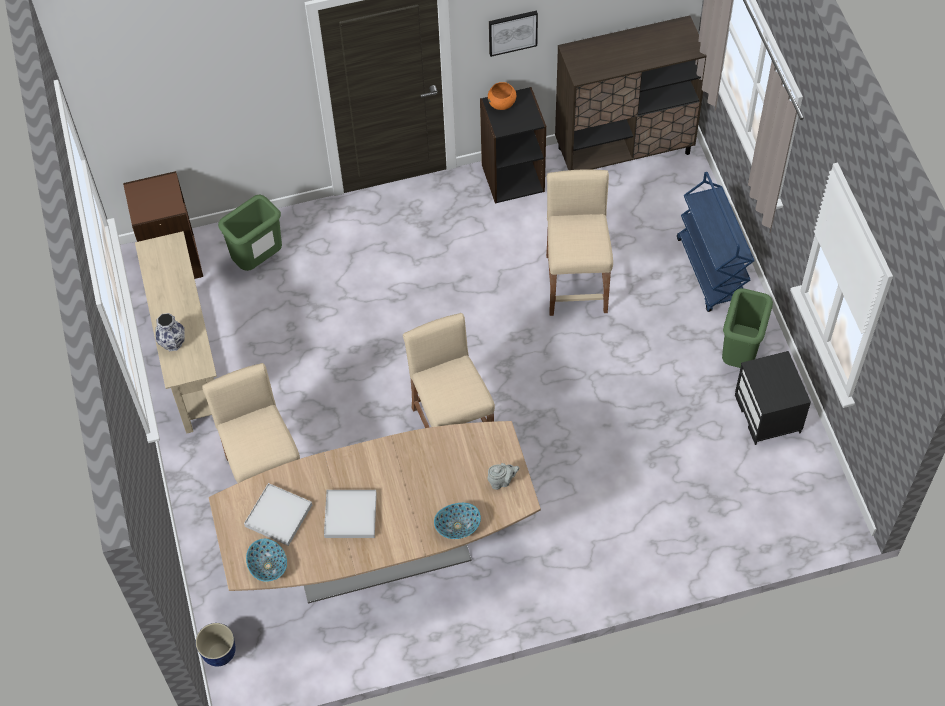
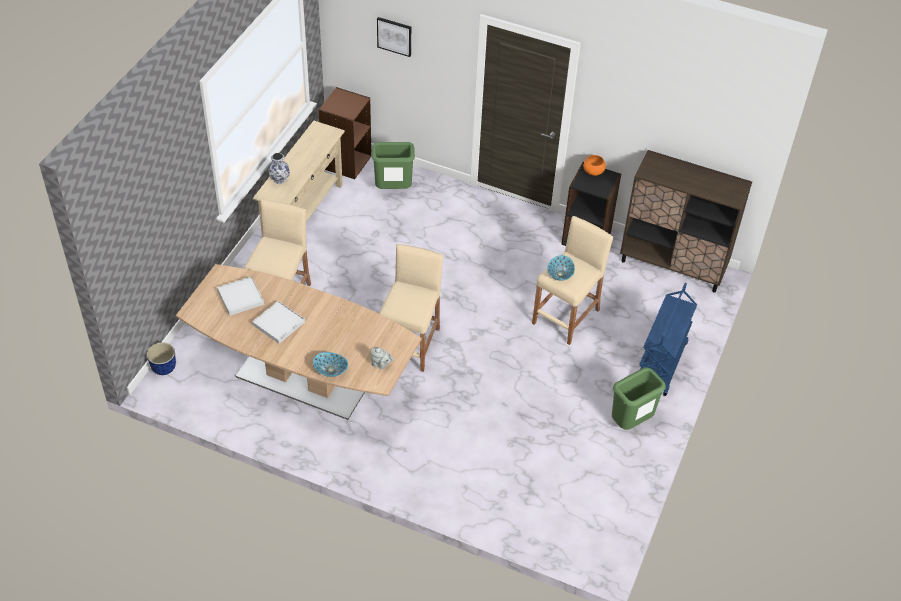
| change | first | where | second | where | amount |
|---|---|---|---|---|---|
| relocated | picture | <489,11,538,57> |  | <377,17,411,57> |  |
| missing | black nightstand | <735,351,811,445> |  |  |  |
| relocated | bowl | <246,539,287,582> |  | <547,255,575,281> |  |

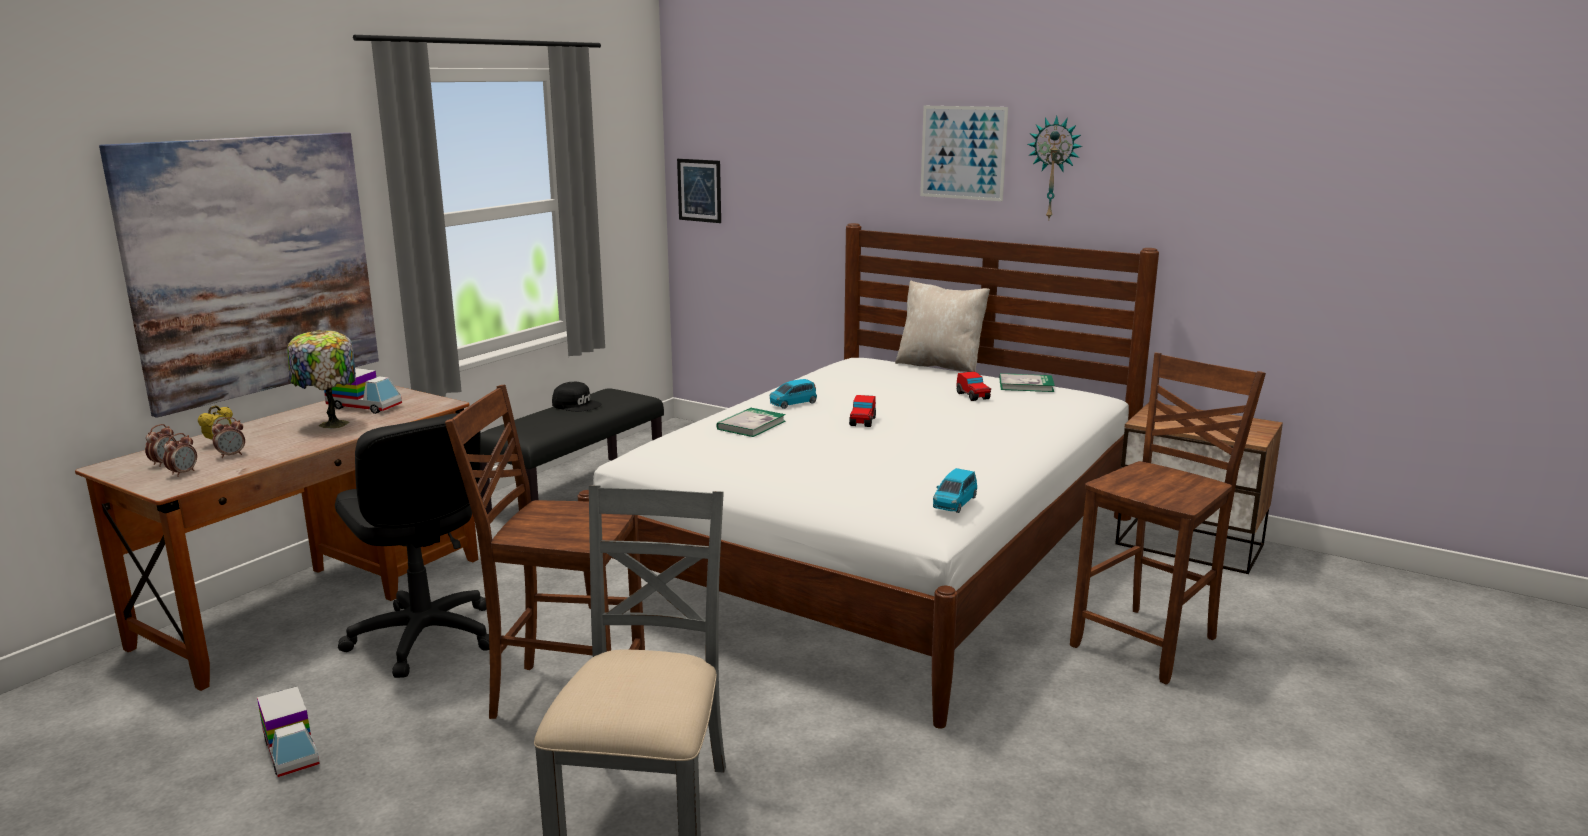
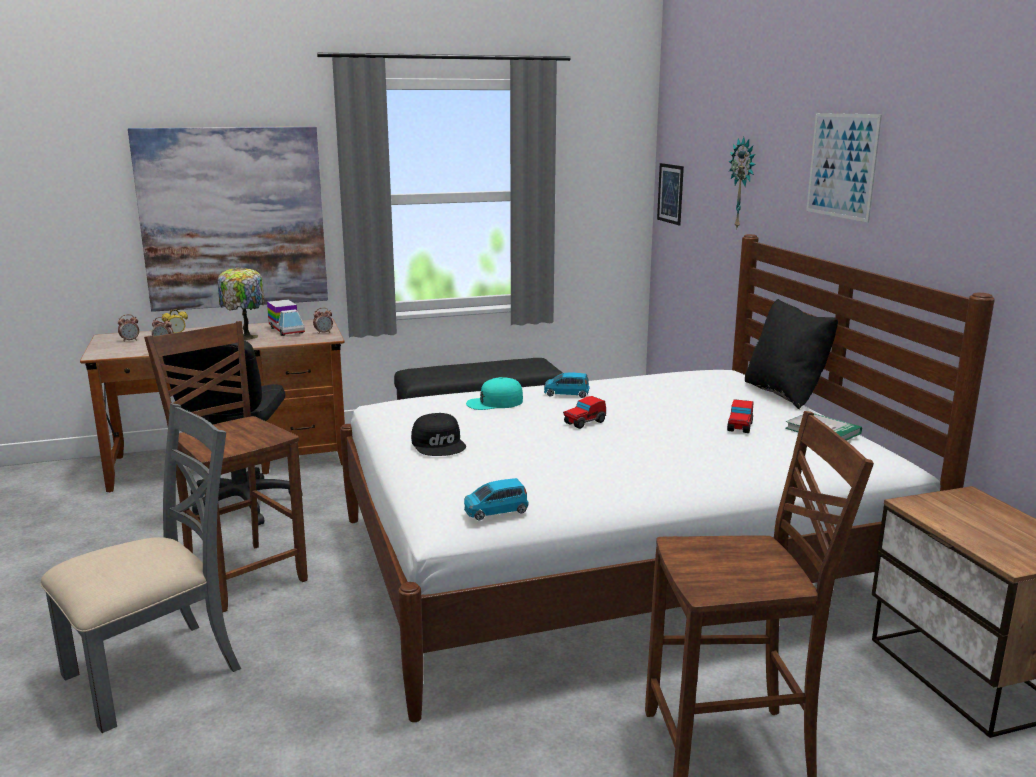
| change | first | where | second | where | amount |
|---|---|---|---|---|---|
| relocated | wall clock | <1027,116,1083,219> |  | <729,137,755,230> |  |
| colour | beige pillow | <895,280,990,372> | black pillow | <745,299,838,409> |  |
| relocated | black cap | <552,382,602,412> |  | <411,413,466,456> |  |
| exchanged | book | <716,408,786,437> | turquoise cap | <466,377,523,410> |  |
| relocated | alarm clock | <163,433,197,477> |  | <313,308,333,334> |  |
| missing | toy truck | <257,686,320,777> |  |  |  |

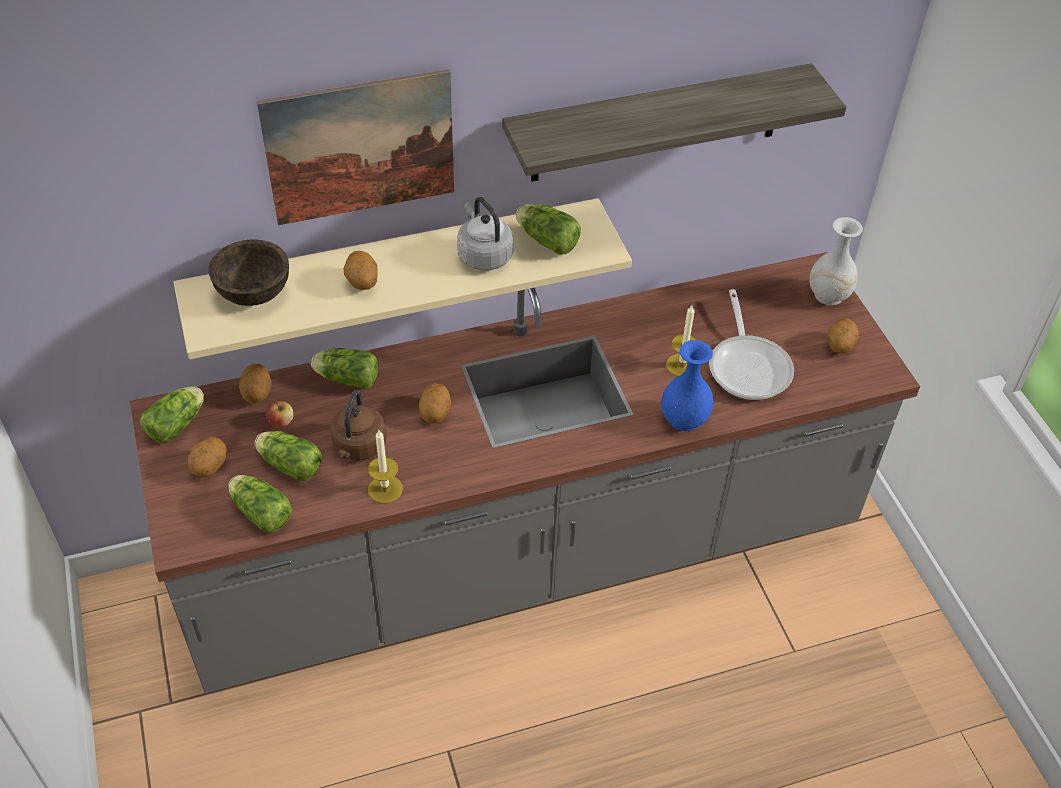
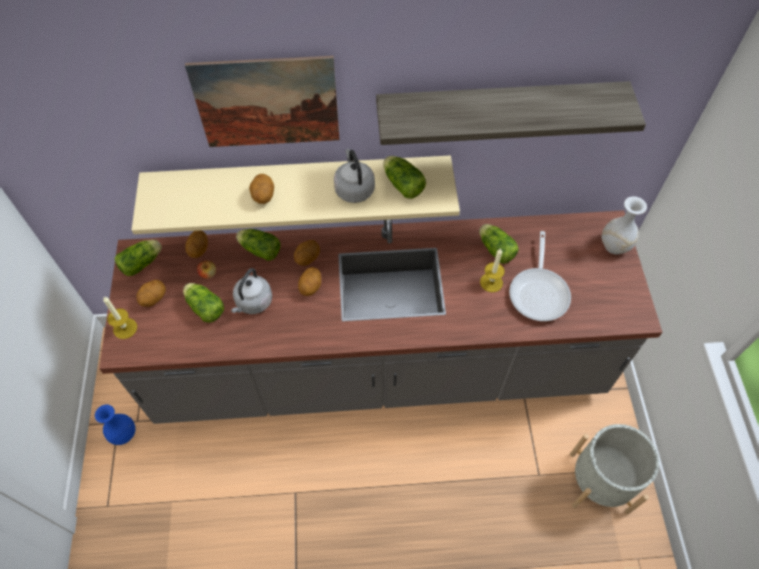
| change | first | where | second | where | amount |
|---|---|---|---|---|---|
| missing | brown bowl | <208,240,289,306> |  |  |  |
| relocated | potato | <827,318,859,354> |  | <294,240,320,266> |  |
| relocated | blue vase | <661,340,713,431> |  | <95,404,136,445> |  |
| colour | brown kettle | <330,390,387,461> | grey kettle | <231,268,272,314> |  |
| relocated | candle | <368,430,403,504> |  | <103,296,137,339> |  |
| relocated | lettuce | <229,475,292,533> |  | <479,224,519,264> |  |
| appeared |  |  | grey planter | <570,424,659,514> |  |

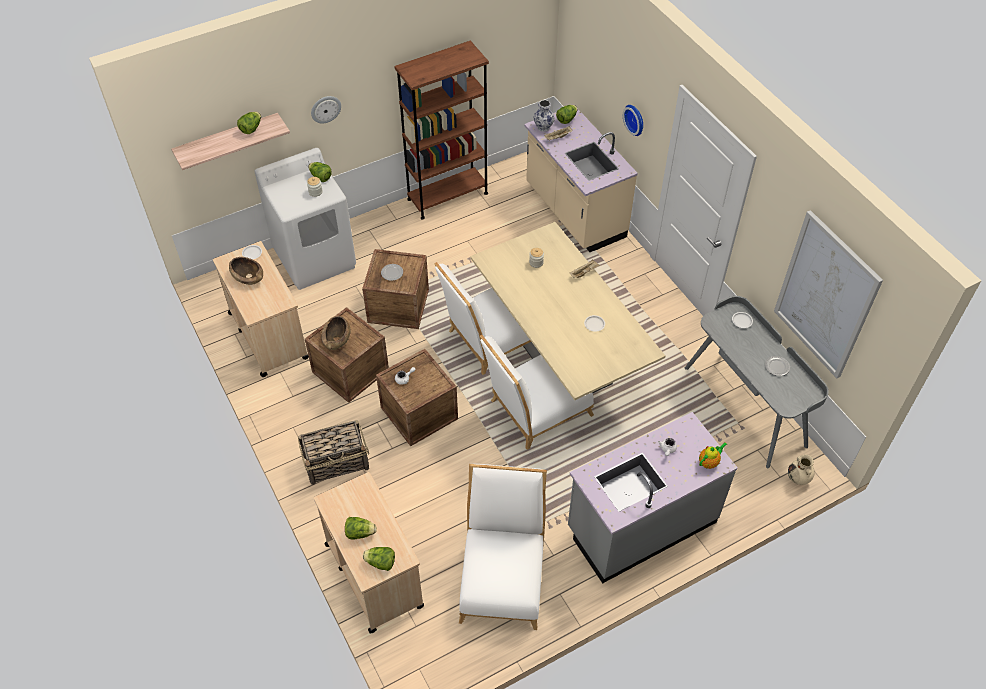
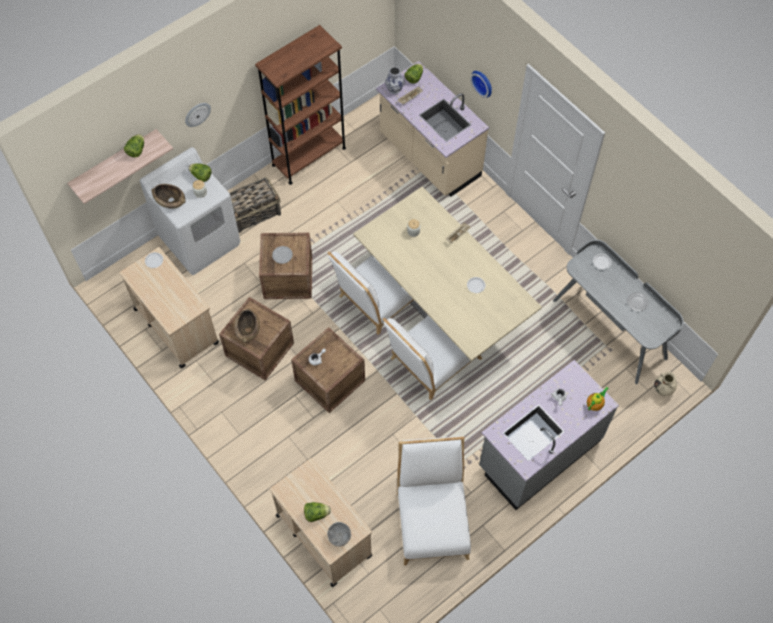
| change | first | where | second | where | amount |
|---|---|---|---|---|---|
| missing | picture | <774,210,883,378> |  |  |  |
| relocated | brown bowl | <229,257,263,285> |  | <151,184,186,209> |  |
| relocated | basket | <298,420,369,485> |  | <230,177,281,233> |  |
| exchanged | lettuce | <363,547,395,571> | grey bowl | <327,522,351,547> |  |

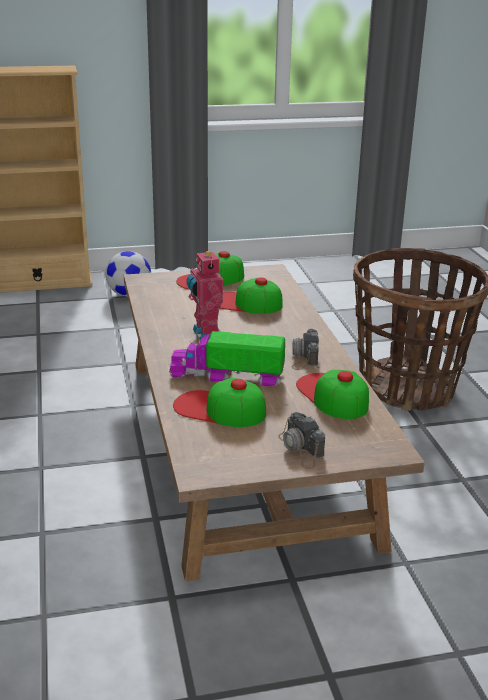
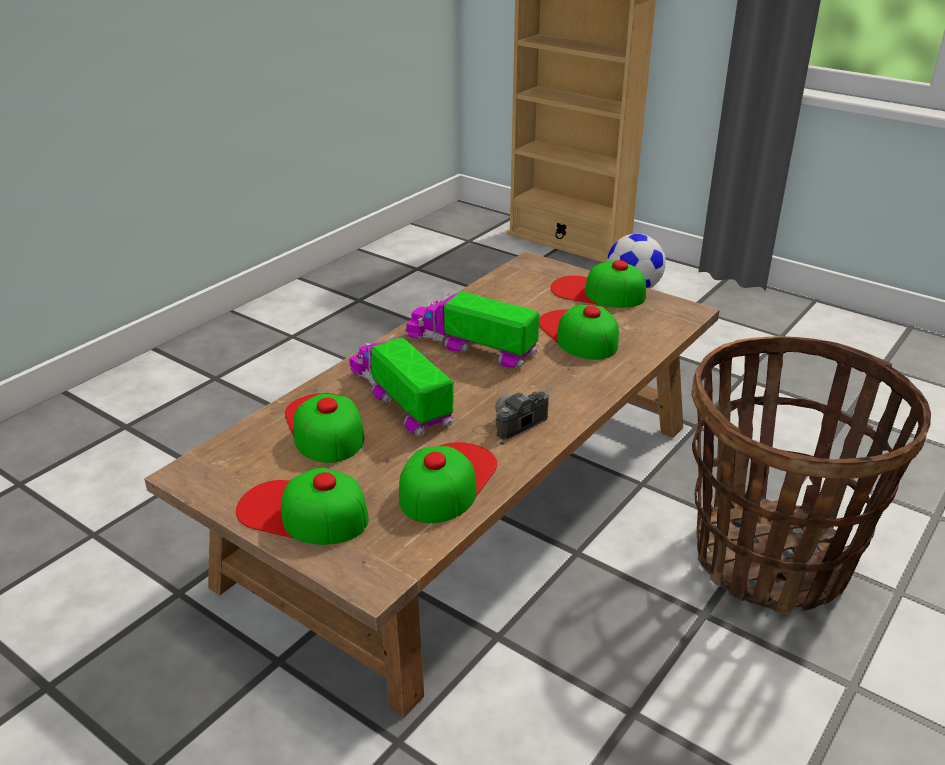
| change | first | where | second | where | amount |
|---|---|---|---|---|---|
| exchanged | toy robot | <187,249,223,341> | toy truck | <405,291,539,368> |  |
| exchanged | photo camera | <278,412,325,469> | cap | <236,467,369,545> |  |

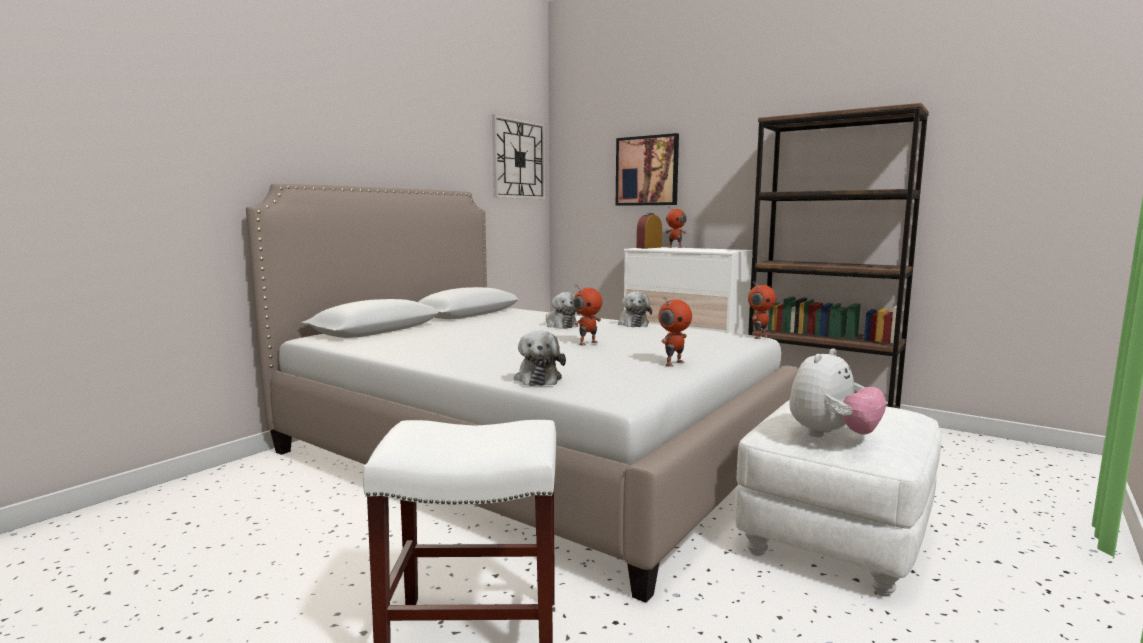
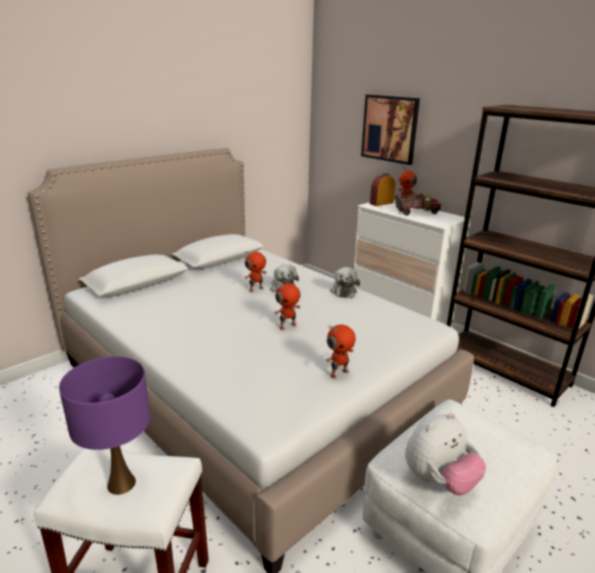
| change | first | where | second | where | amount |
|---|---|---|---|---|---|
| missing | wall clock | <492,115,545,199> |  |  |  |
| relocated | toy robot | <748,282,776,339> |  | <245,252,266,292> |  |
| missing | plush toy | <514,330,566,386> |  |  |  |
| appeared |  |  | toy truck | <395,193,441,215> |  |
| appeared |  |  | purple table lamp | <59,356,150,495> |  |

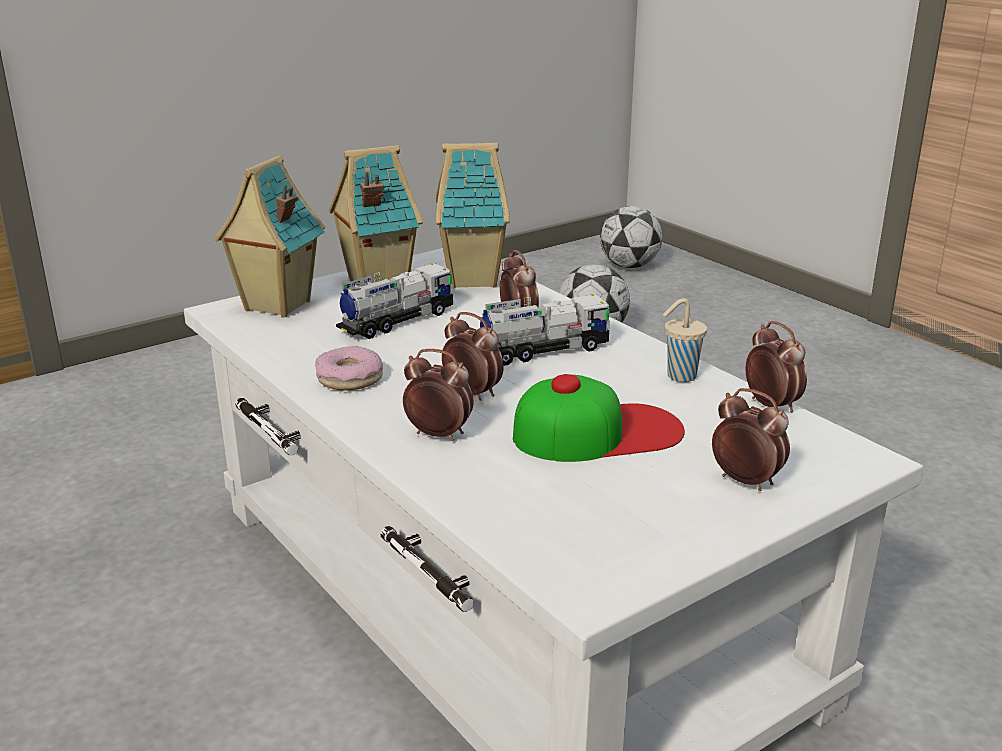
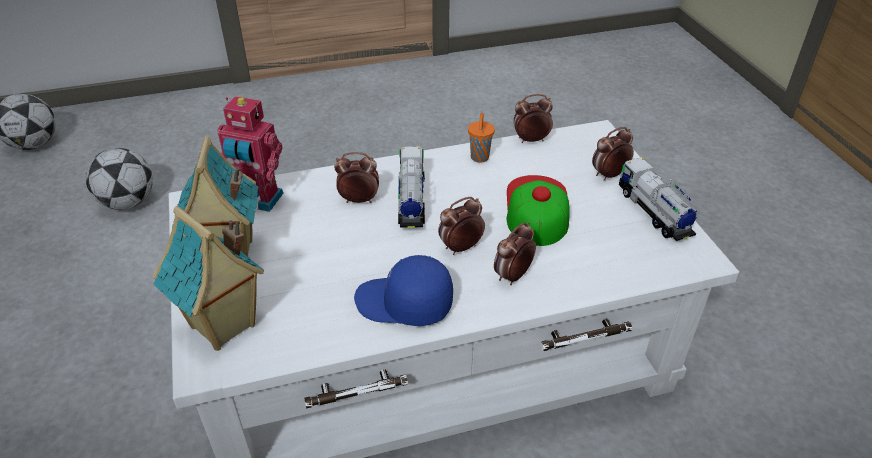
| change | first | where | second | where | amount |
|---|---|---|---|---|---|
| exchanged | toy house | <436,143,510,288> | toy robot | <218,96,284,212> |  |
| relocated | toy truck | <336,263,453,339> |  | <619,157,697,241> |  |
| colour | beige cup | <663,298,707,382> | orange cup | <468,113,495,163> |  |
| exchanged | donut | <315,346,383,391> | blue cap | <354,255,453,326> |  |

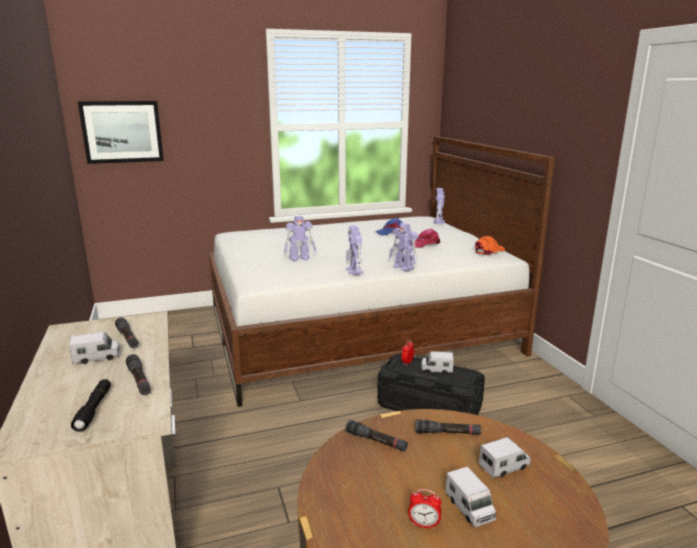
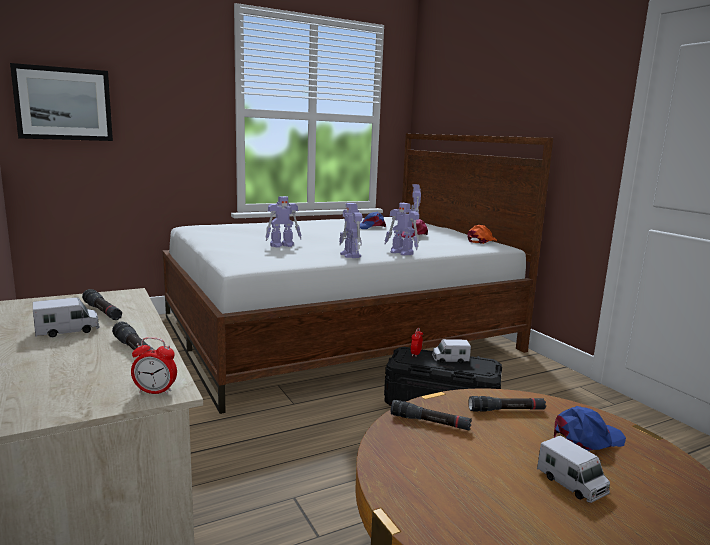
| change | first | where | second | where | amount |
|---|---|---|---|---|---|
| missing | black flashlight | <71,379,111,432> |  |  |  |
| exchanged | toy truck | <479,437,531,479> | blue cap | <554,406,626,451> |  |
| relocated | alarm clock | <408,489,441,529> |  | <131,337,177,395> |  |

